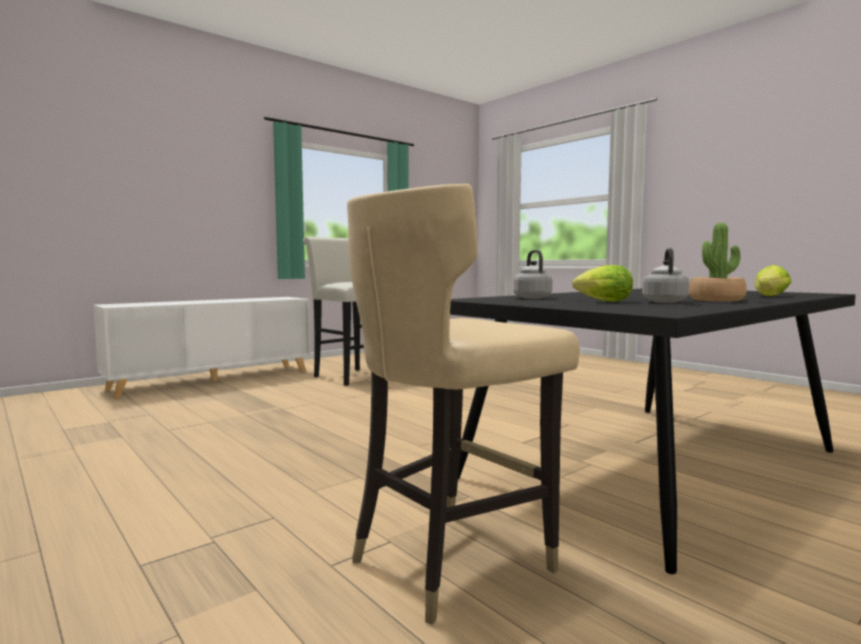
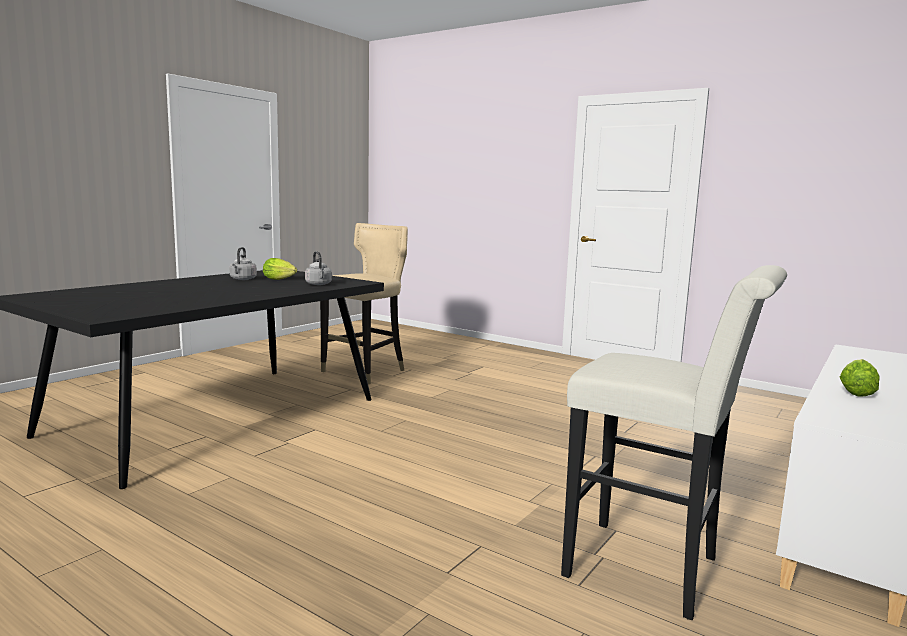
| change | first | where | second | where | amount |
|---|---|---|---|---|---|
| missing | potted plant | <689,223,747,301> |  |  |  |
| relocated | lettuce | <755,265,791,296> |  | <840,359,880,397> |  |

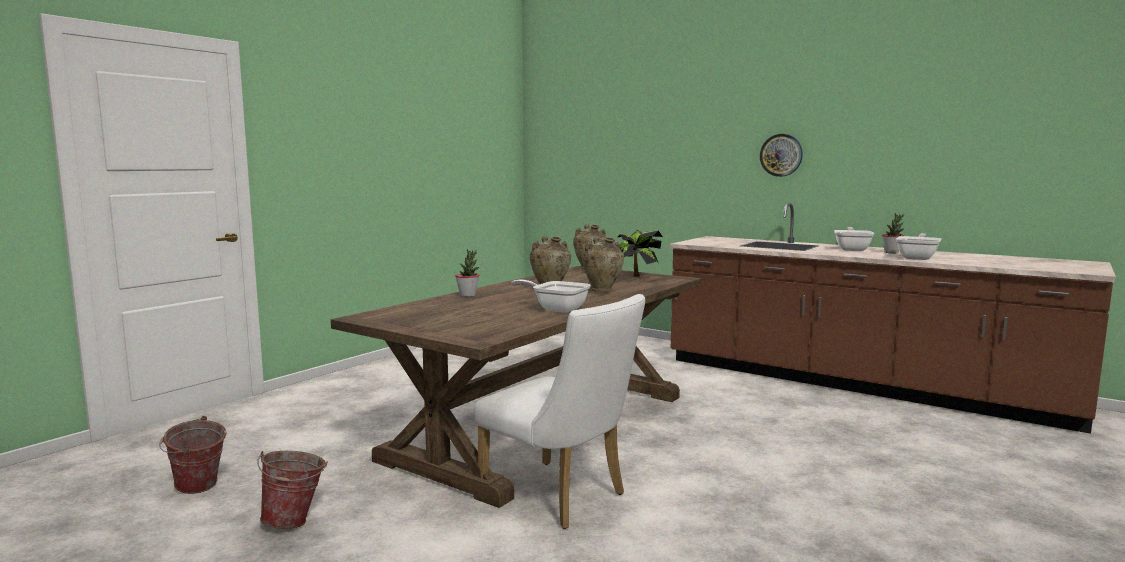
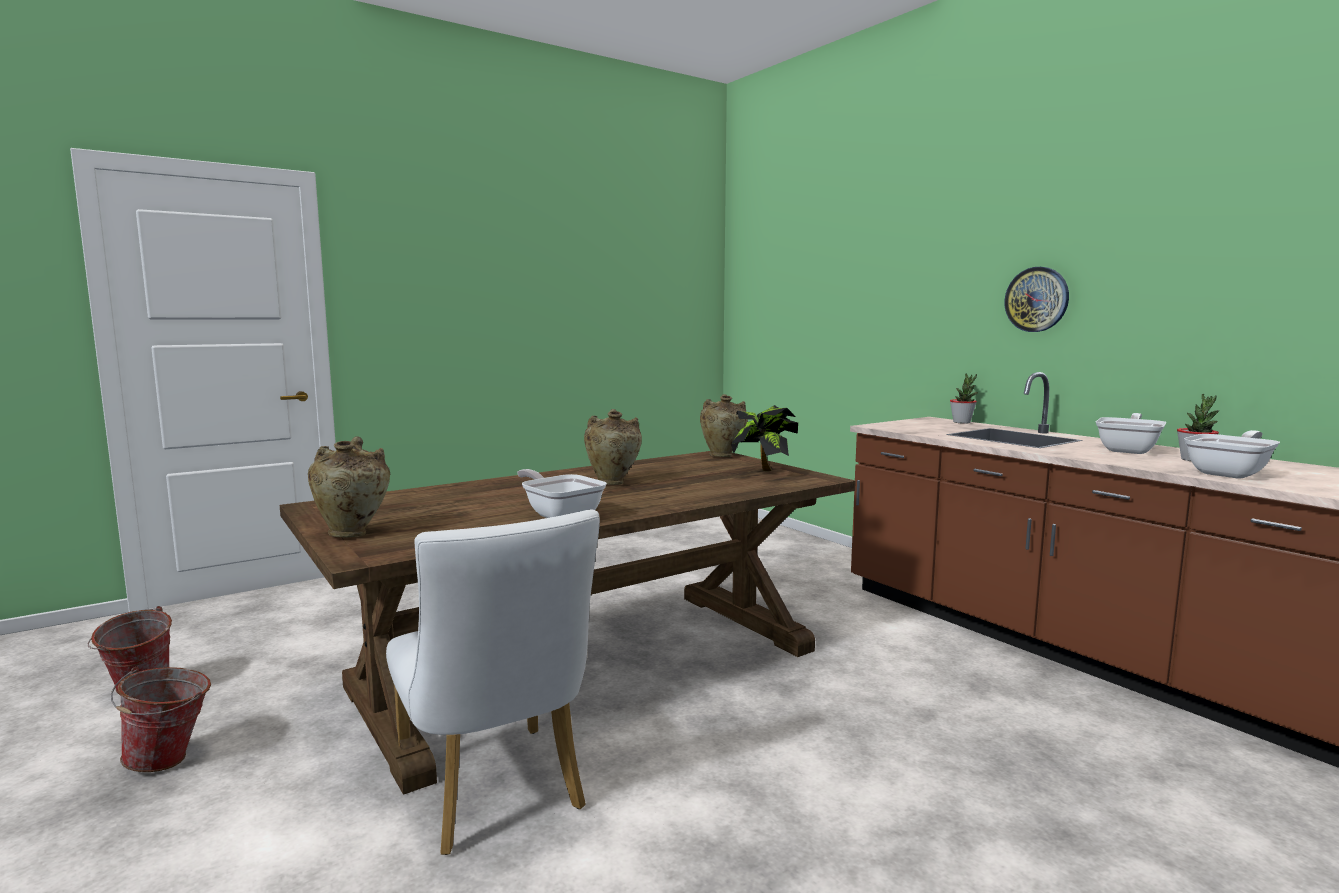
| change | first | where | second | where | amount |
|---|---|---|---|---|---|
| relocated | beige vase | <582,237,624,292> |  | <308,436,390,538> |  |
| relocated | potted plant | <455,249,479,297> |  | <950,374,977,424> |  |

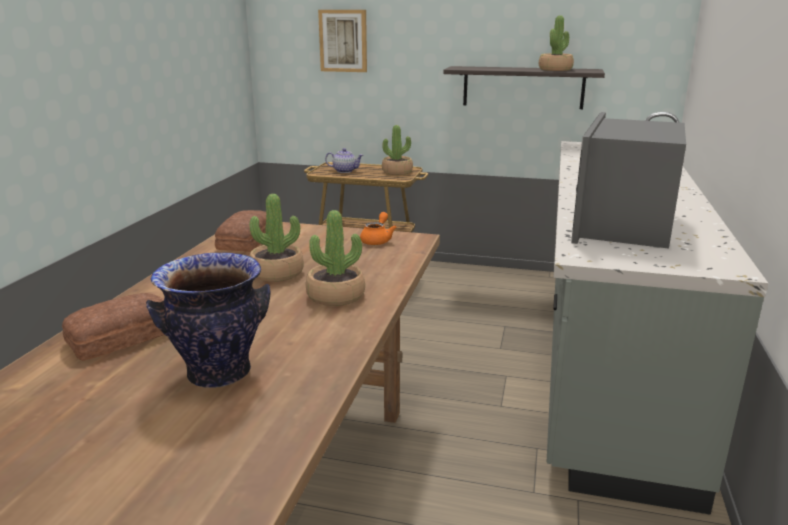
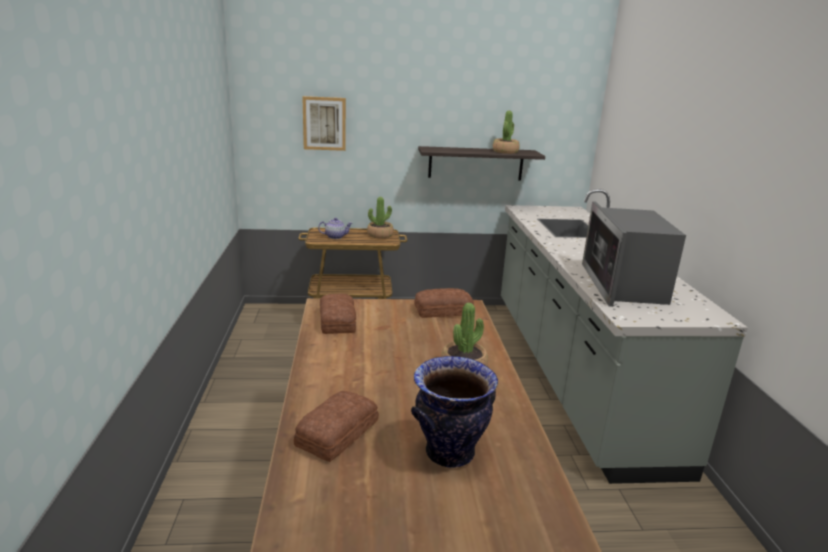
| change | first | where | second | where | amount |
|---|---|---|---|---|---|
| missing | potted plant | <249,194,304,282> |  |  |  |
| exchanged | orange teapot | <360,212,397,245> | bread | <414,288,474,318> |  |

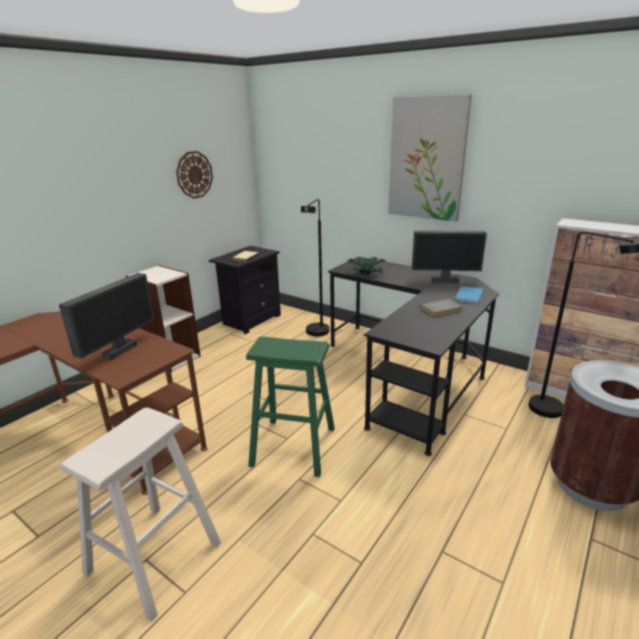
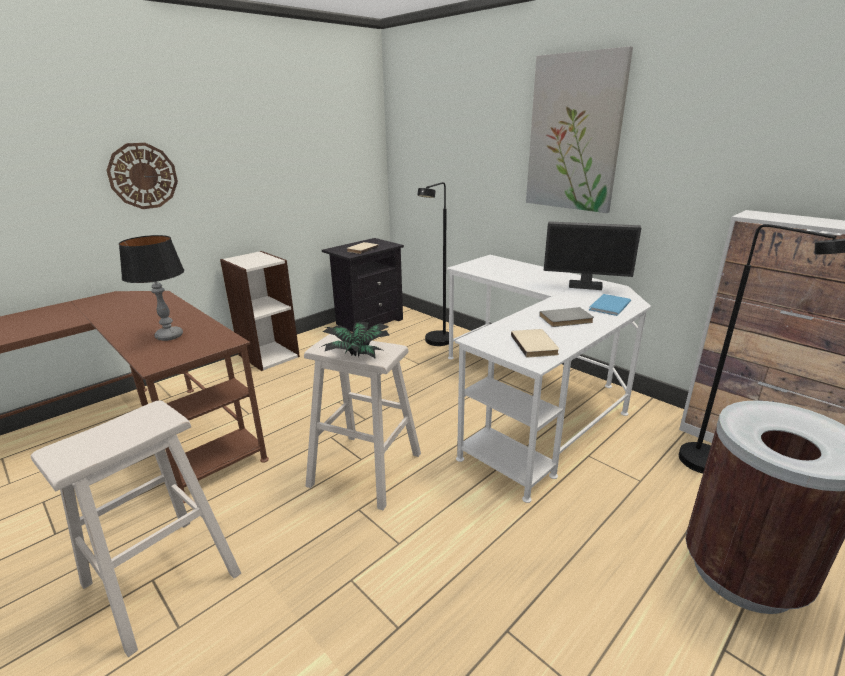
| change | first | where | second | where | amount |
|---|---|---|---|---|---|
| relocated | wall clock | <176,151,213,199> |  | <106,143,178,209> |  |
| colour | black desk | <328,257,499,456> | white desk | <447,255,651,503> |  |
| relocated | potted plant | <347,257,385,275> |  | <321,322,390,359> |  |
| exchanged | monitor | <59,273,155,360> | table lamp | <119,235,184,341> |  |
| colour | green stool | <246,337,335,477> | beige stool | <304,334,421,510> |  |
| appeared |  |  | beige book | <511,329,559,358> |  |

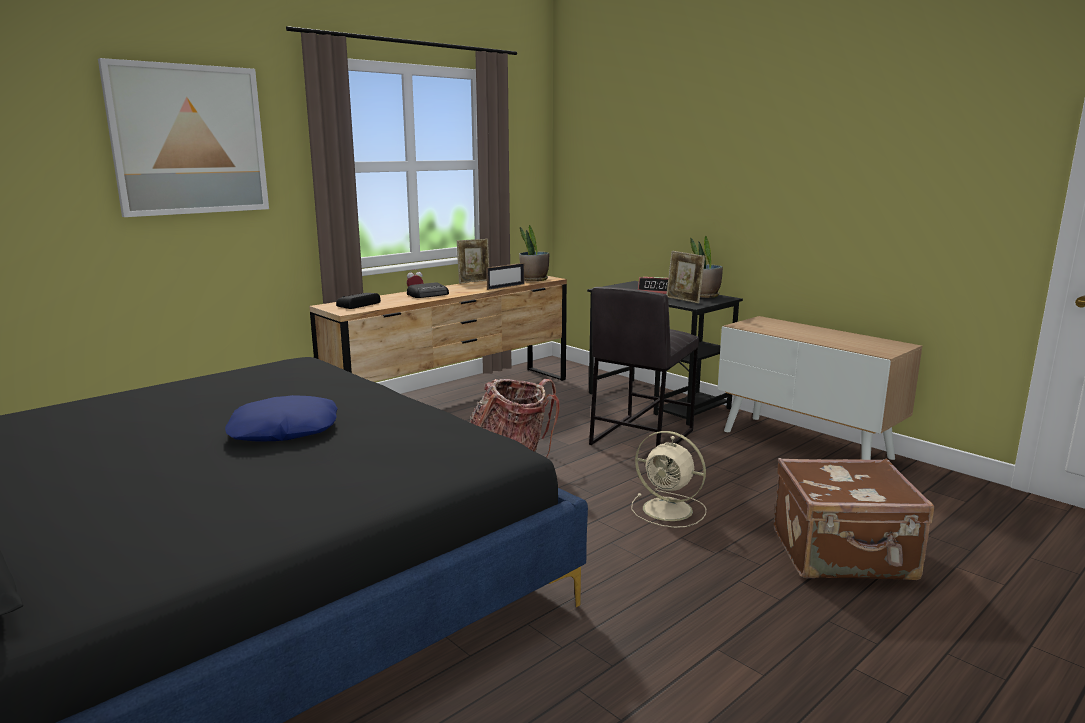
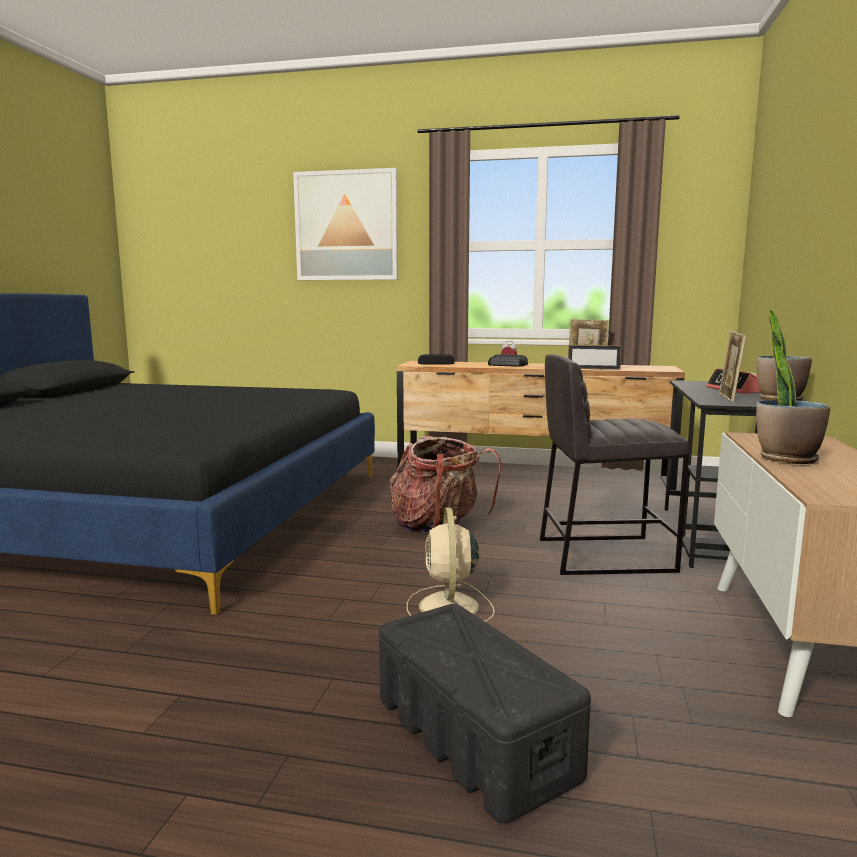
| change | first | where | second | where | amount |
|---|---|---|---|---|---|
| relocated | potted plant | <519,225,549,281> |  | <756,341,830,464> |  |
| missing | blue pillow | <225,395,338,441> |  |  |  |
| exchanged | brown suitcase | <774,458,934,580> | black storage box | <379,604,591,823> |  |

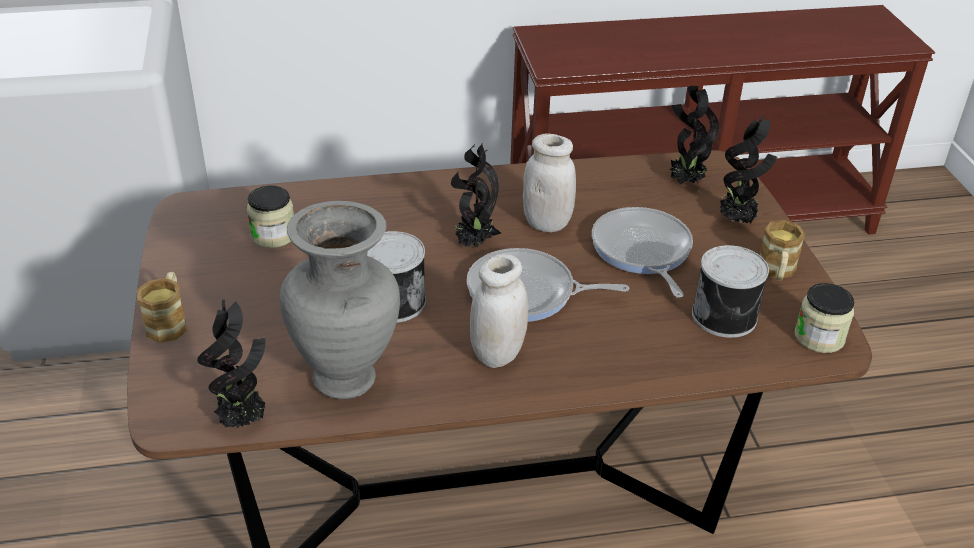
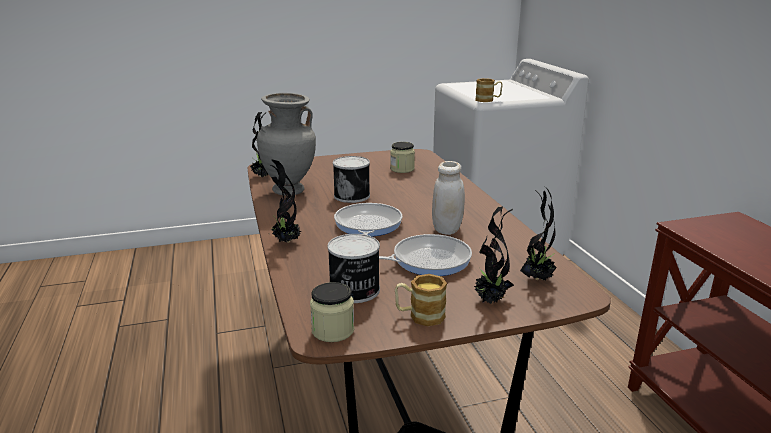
| change | first | where | second | where | amount |
|---|---|---|---|---|---|
| relocated | potted plant | <451,143,501,247> |  | <271,159,301,243> |  |
| missing | white jar | <470,253,528,368> |  |  |  |
| relocated | mug | <137,272,187,343> |  | <475,78,503,102> |  |

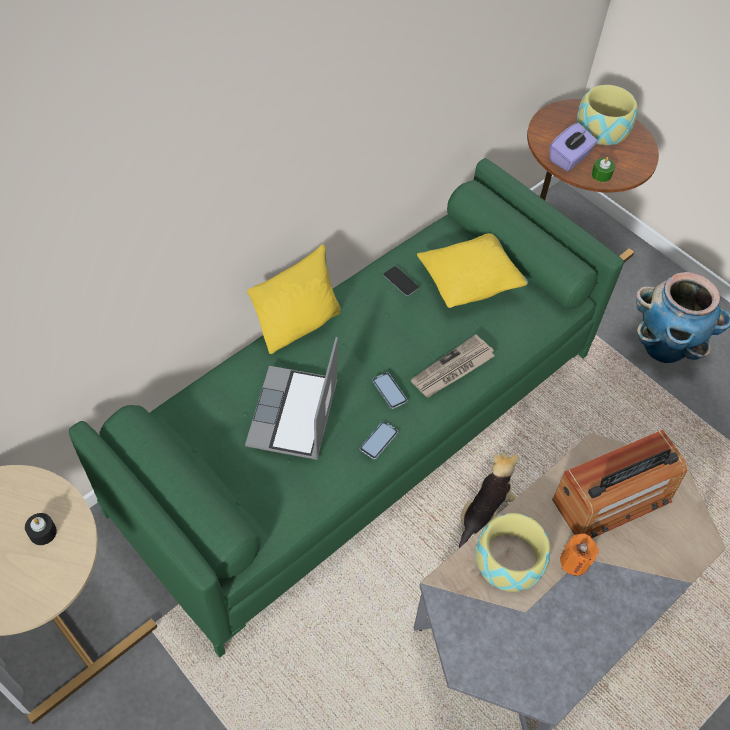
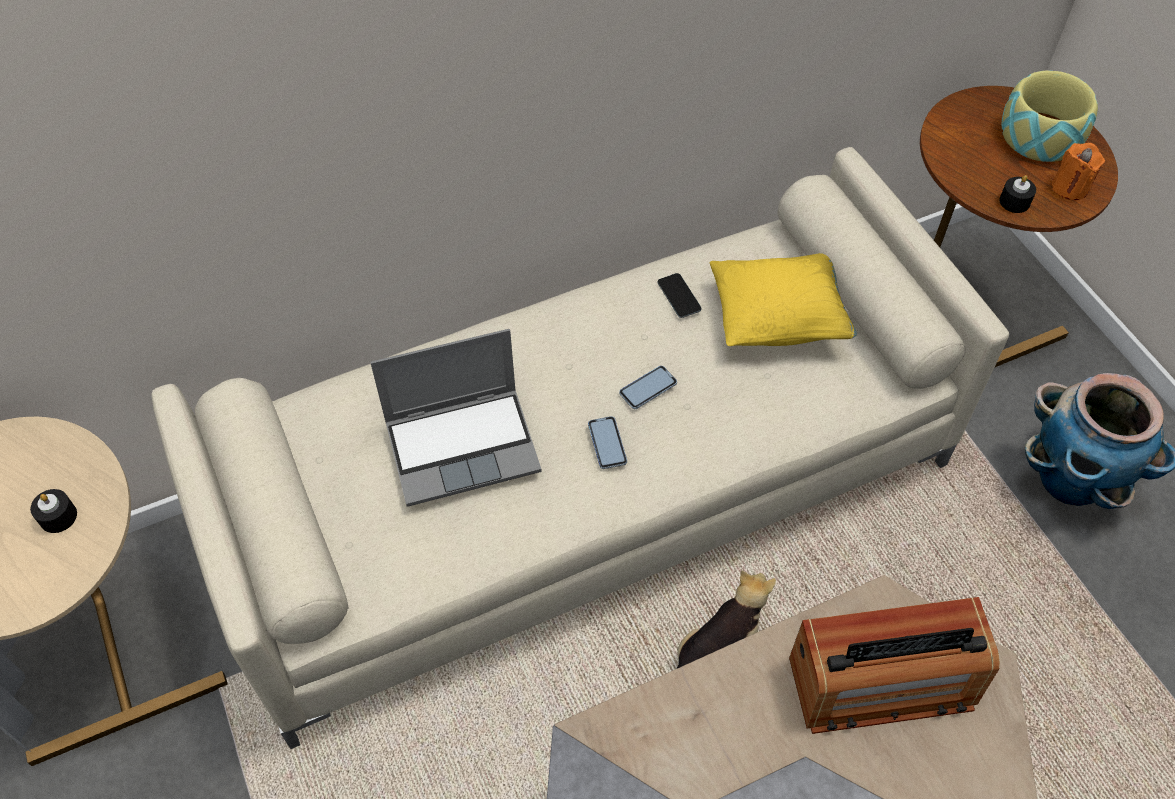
| change | first | where | second | where | amount |
|---|---|---|---|---|---|
| missing | purple tissue box | <550,123,598,171> |  |  |  |
| colour | green candle | <592,157,615,182> | black candle | <999,175,1036,213> |  |
| colour | green sofa | <69,158,624,658> | beige sofa | <151,147,1009,749> |  |
| missing | yellow pillow | <247,244,342,354> |  |  |  |
| missing | newspaper | <411,334,495,397> |  |  |  |
| spun | laptop | <245,337,338,460> |  | <370,329,542,507> | 135 degrees counterclockwise |
| relocated | phone | <360,421,398,459> |  | <619,366,677,409> |  |
| missing | bowl | <476,513,551,592> |  |  |  |
| relocated | orange candle | <560,533,599,576> |  | <1052,143,1105,200> |  |

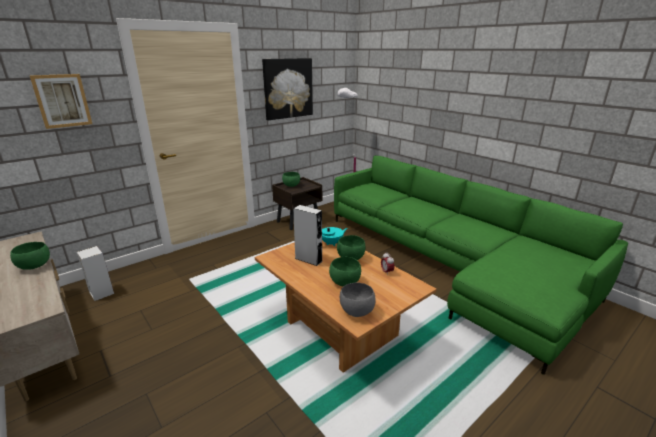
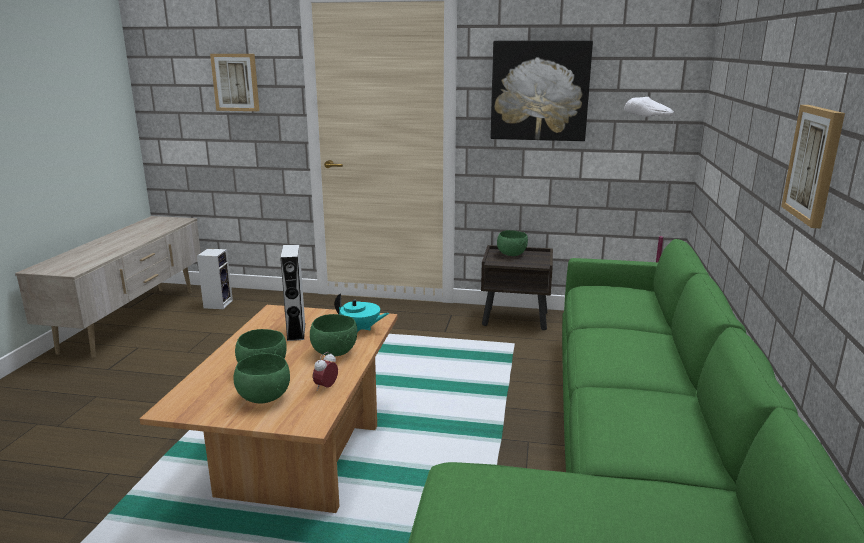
| change | first | where | second | where | amount |
|---|---|---|---|---|---|
| relocated | green bowl | <10,242,50,270> |  | <233,353,290,404> |  |
| missing | grey bowl | <340,283,376,317> |  |  |  |
| appeared |  |  | picture | <781,105,845,228> |  |

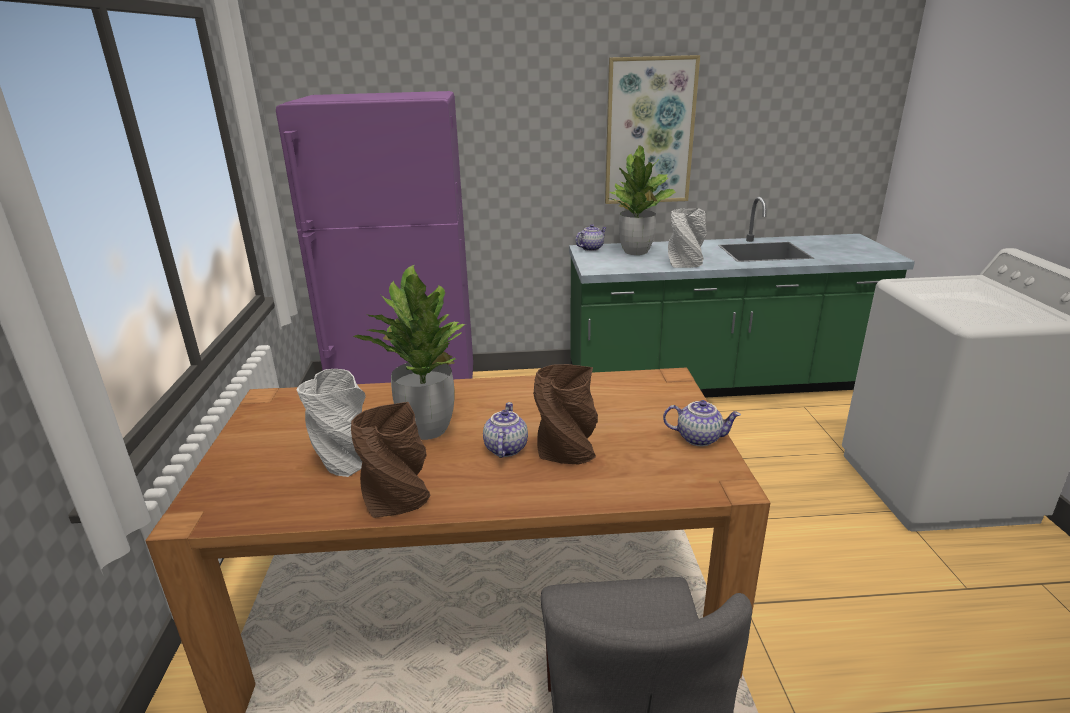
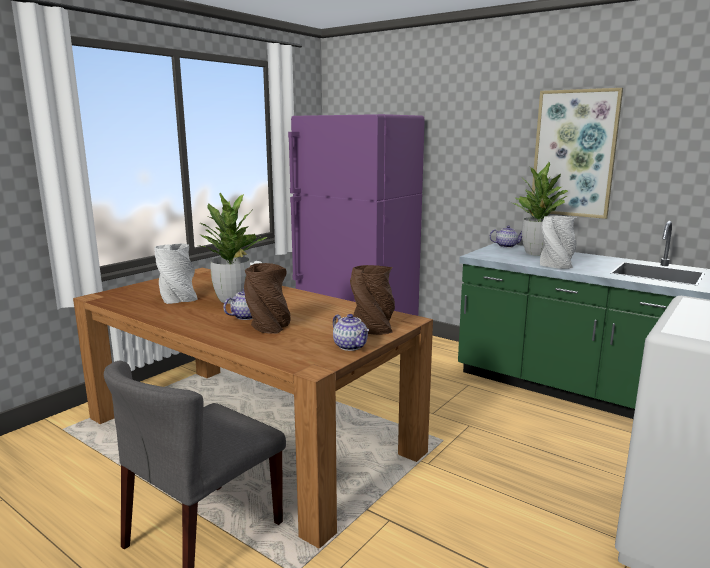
| change | first | where | second | where | amount |
|---|---|---|---|---|---|
| relocated | brown vase | <351,402,431,518> |  | <350,265,395,335> |  |

